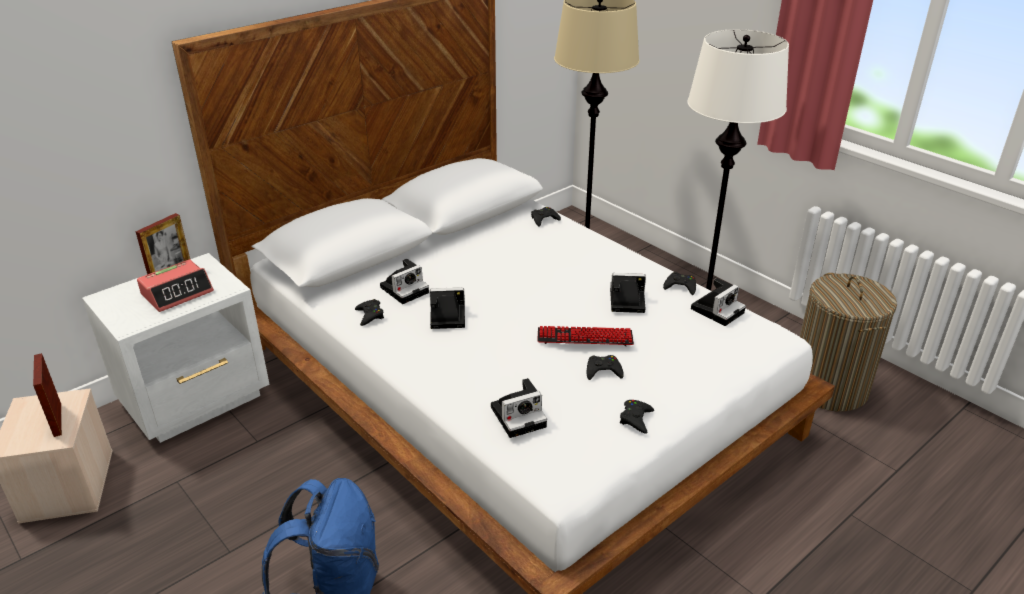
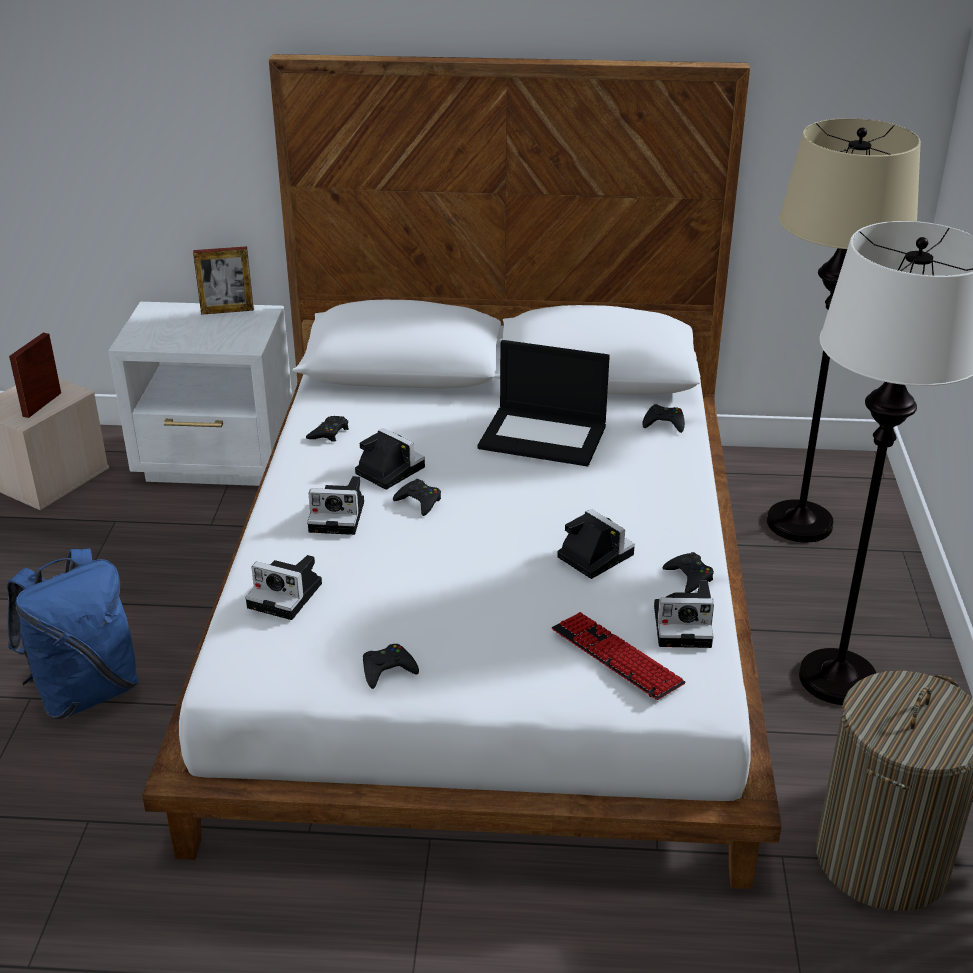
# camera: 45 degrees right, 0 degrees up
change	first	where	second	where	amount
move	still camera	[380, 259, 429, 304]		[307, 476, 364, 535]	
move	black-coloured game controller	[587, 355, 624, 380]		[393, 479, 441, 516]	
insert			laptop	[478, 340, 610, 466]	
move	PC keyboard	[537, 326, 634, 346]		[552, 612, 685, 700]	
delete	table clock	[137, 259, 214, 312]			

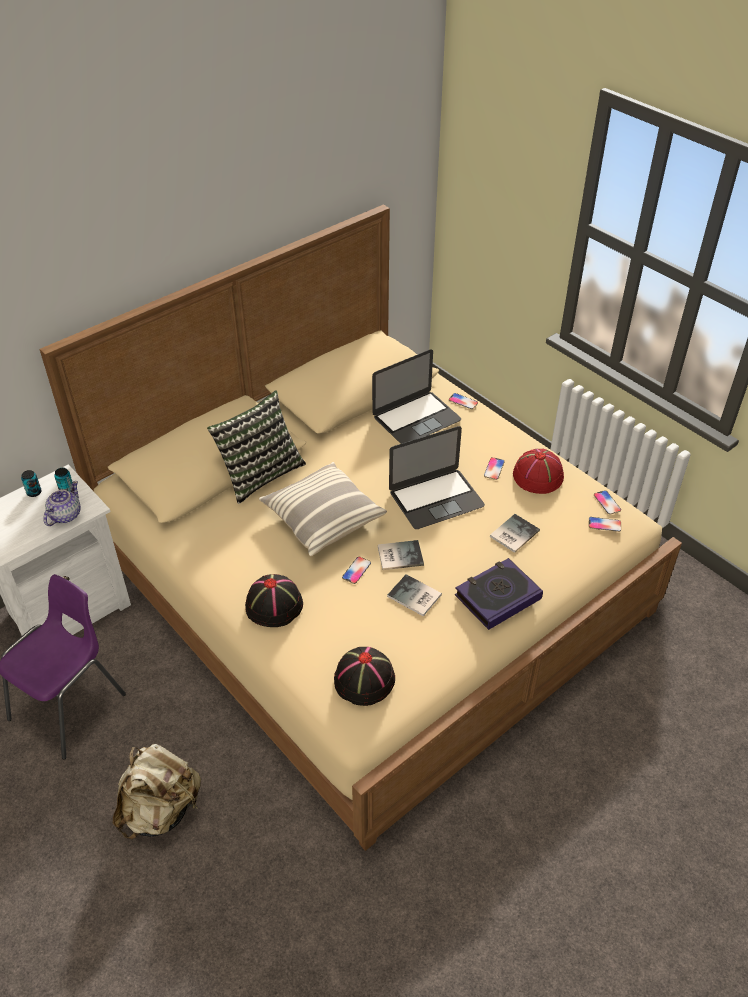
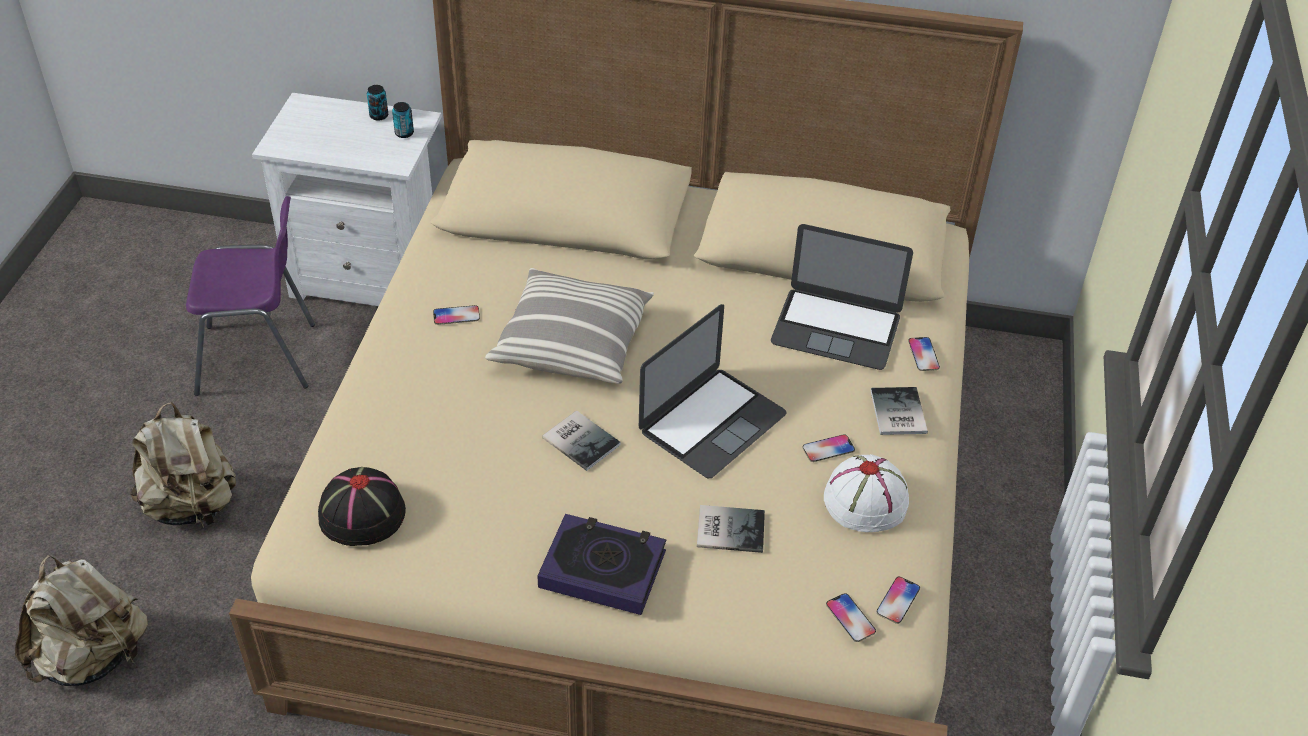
# camera: 50 degrees right, 0 degrees up
change	first	where	second	where	amount
insert			beige-coloured backpack	[15, 555, 148, 686]	
move	phone	[342, 557, 371, 584]		[433, 305, 480, 325]	
rotate	laptop	[389, 426, 485, 529]		[639, 304, 786, 478]	75 degrees counterclockwise
recolor	red-coloured hat	[513, 449, 564, 494]	whitish hat	[824, 454, 909, 532]	
move	book	[387, 574, 442, 616]		[871, 387, 928, 435]	
delete	pot for tea	[43, 481, 81, 526]			
delete	cushion	[207, 390, 306, 504]			
delete	black-coloured hat	[245, 574, 303, 627]			

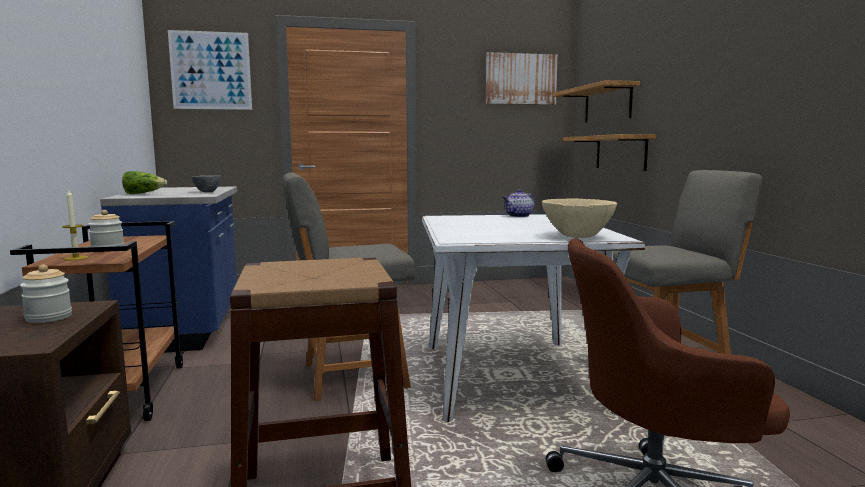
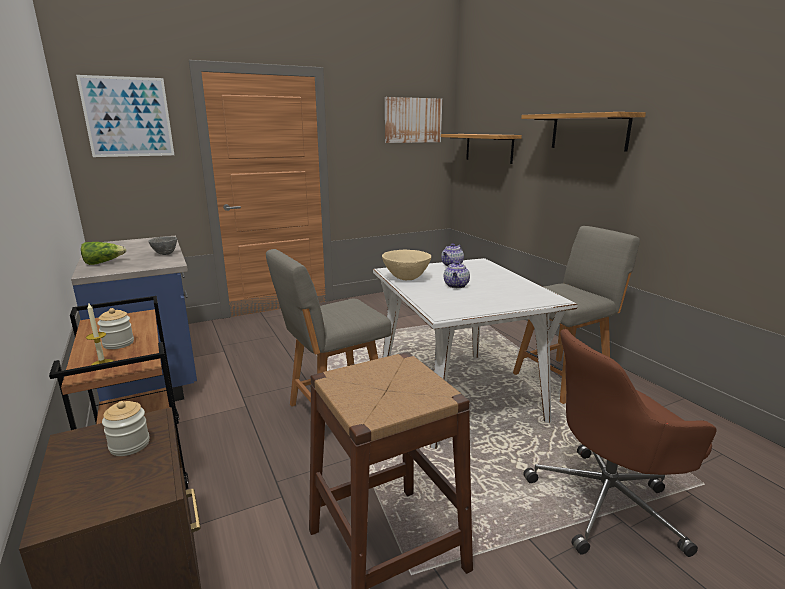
# camera: 15 degrees left, 10 degrees up
change	first	where	second	where	amount
move	beige-coloured serving bowl	[542, 198, 617, 238]		[382, 250, 431, 280]	
insert			pot for tea	[444, 261, 470, 288]	
move	shelf	[563, 134, 656, 171]		[521, 112, 646, 152]	

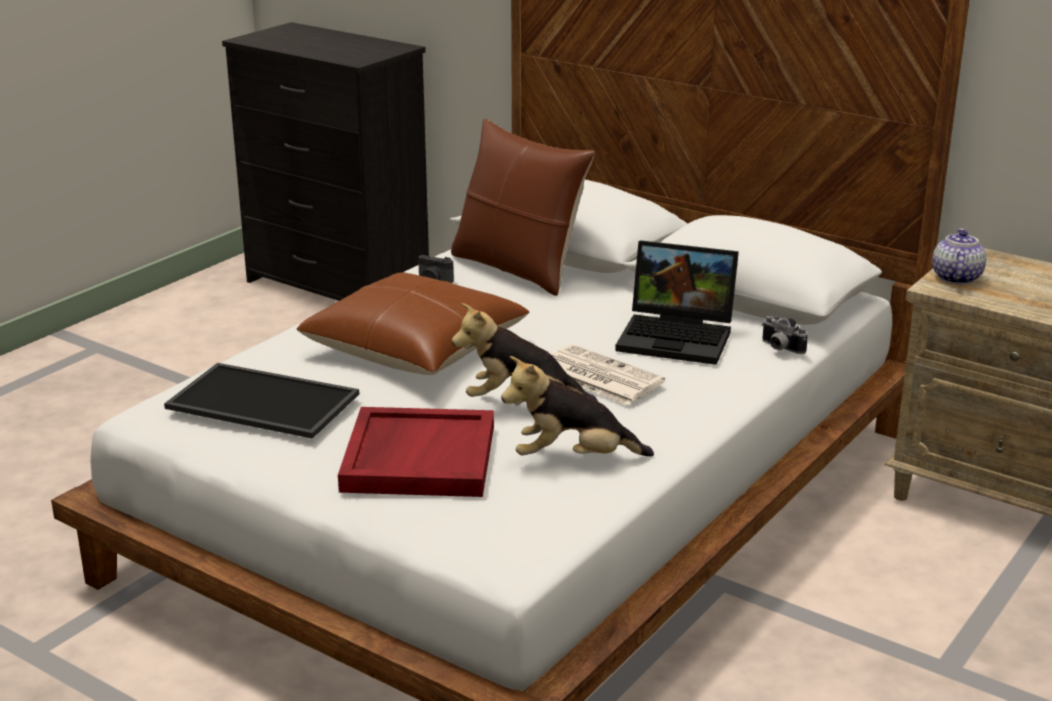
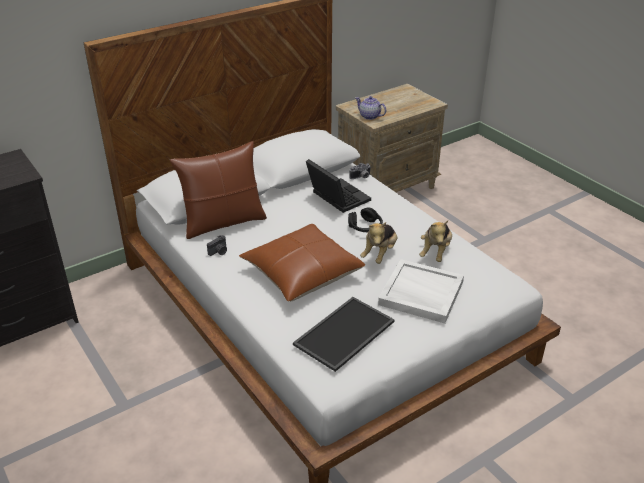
# camera: 70 degrees left, 10 degrees up
change	first	where	second	where	amount
rotate	laptop	[615, 240, 739, 365]		[306, 159, 371, 213]	75 degrees counterclockwise
replace	newspaper	[551, 345, 665, 405]	black-coloured headphones	[348, 207, 383, 232]	
recolor	red-coloured carrying tray	[338, 407, 494, 497]	whitish carrying tray	[378, 259, 464, 323]	

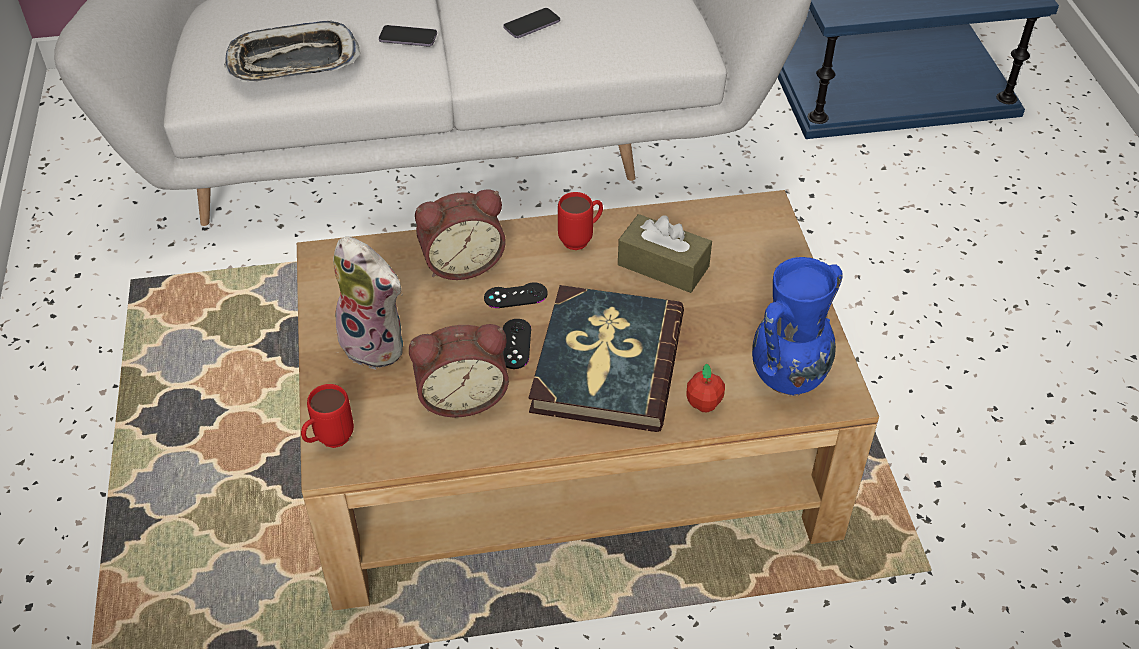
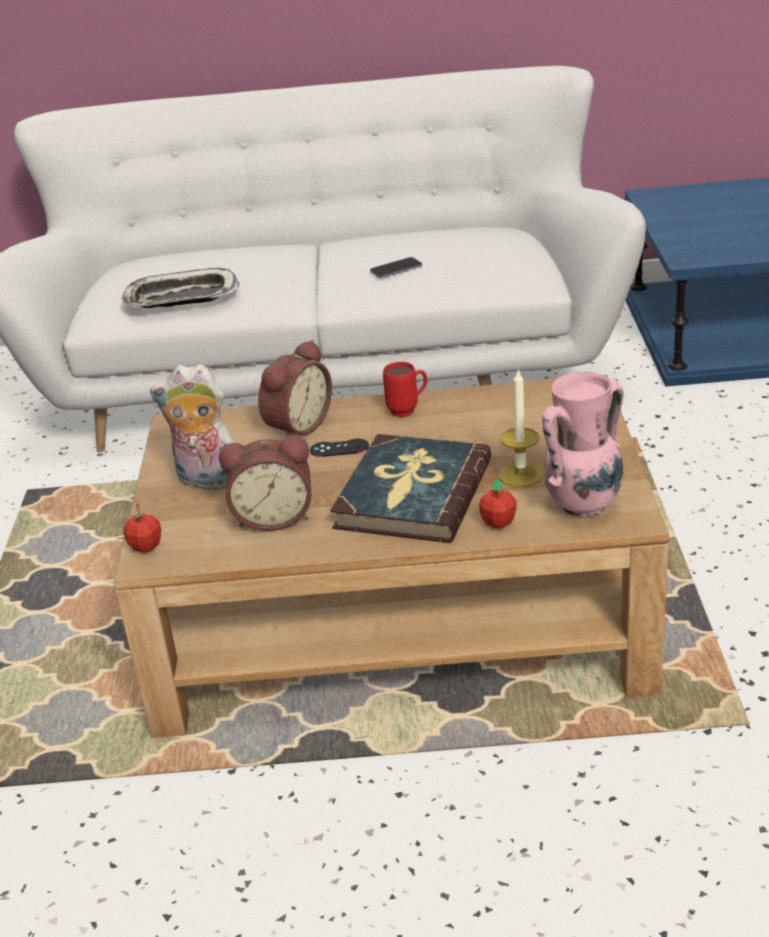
# camera: 10 degrees right, 15 degrees down
change	first	where	second	where	amount
replace	red-coloured tea mug	[301, 384, 354, 448]	apple	[123, 503, 161, 553]	
rotate	soft toy	[330, 236, 403, 370]		[150, 364, 235, 490]	150 degrees clockwise
rotate	table clock	[415, 189, 506, 280]		[258, 340, 332, 438]	45 degrees counterclockwise
insert			wax candle	[498, 368, 544, 487]	
recolor	bluish vase	[752, 257, 843, 396]	pink vase	[542, 372, 623, 518]	
delete	phone	[379, 25, 437, 47]			
delete	black-coloured game controller	[503, 319, 531, 369]			
delete	brown tissue box	[618, 214, 712, 293]			

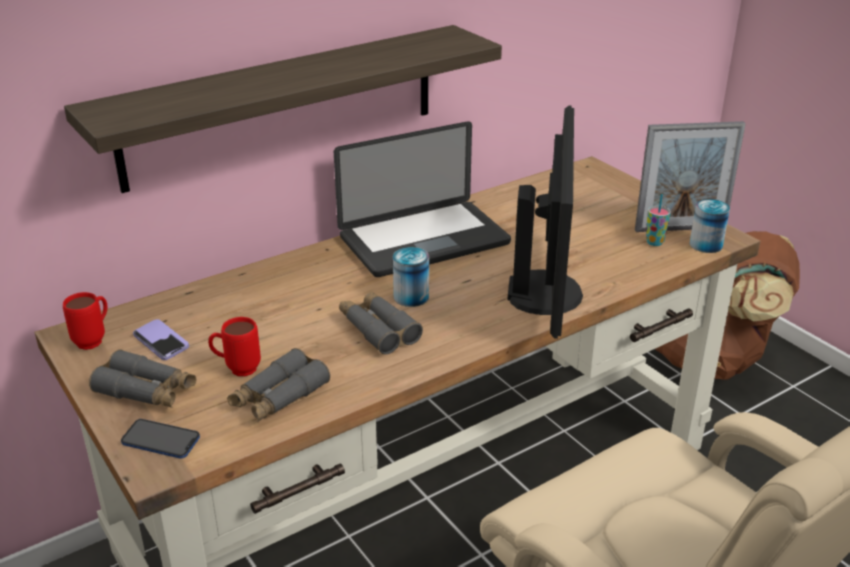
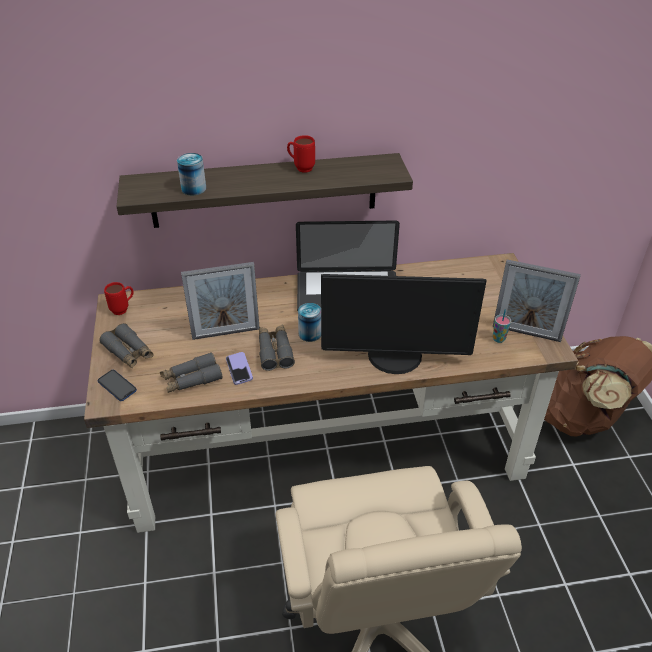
# camera: 25 degrees right, 10 degrees up
change	first	where	second	where	amount
move	metal can	[689, 199, 730, 253]		[177, 153, 206, 195]	
insert			photo frame	[181, 262, 260, 340]	
move	phone	[133, 319, 189, 360]		[226, 352, 253, 385]	
move	red-coloured tea mug	[208, 317, 261, 376]		[287, 135, 315, 173]	
rotate	computer display	[508, 106, 583, 339]		[321, 274, 487, 374]	60 degrees clockwise

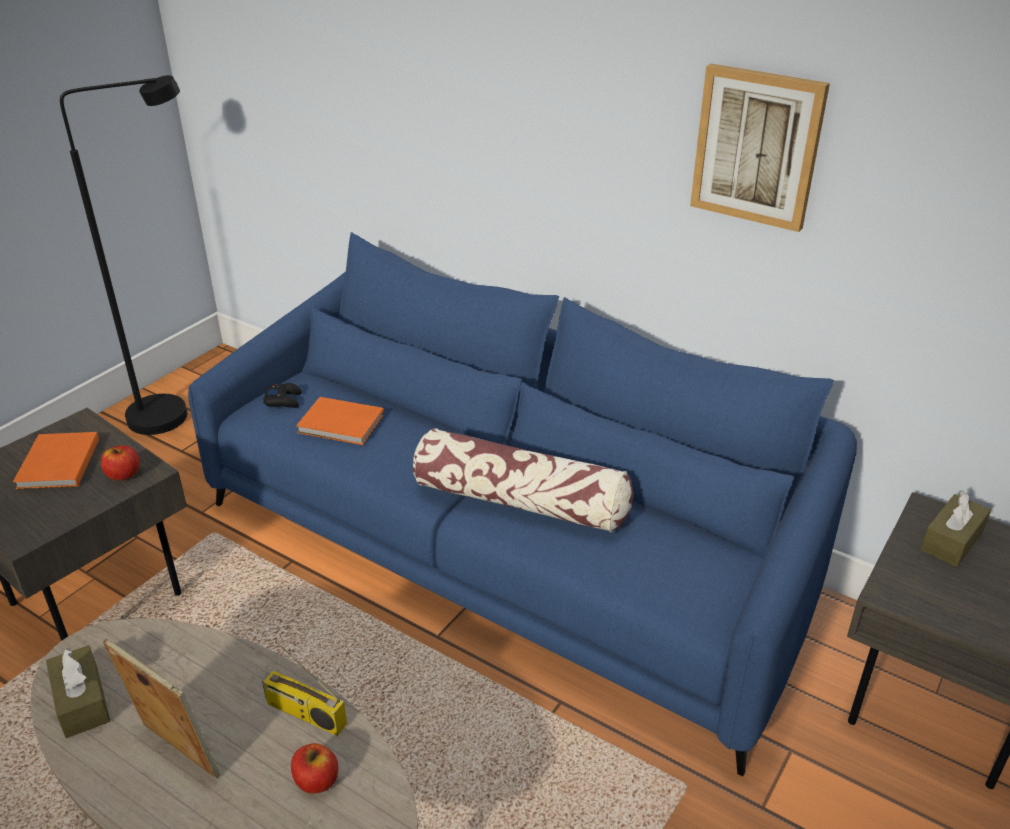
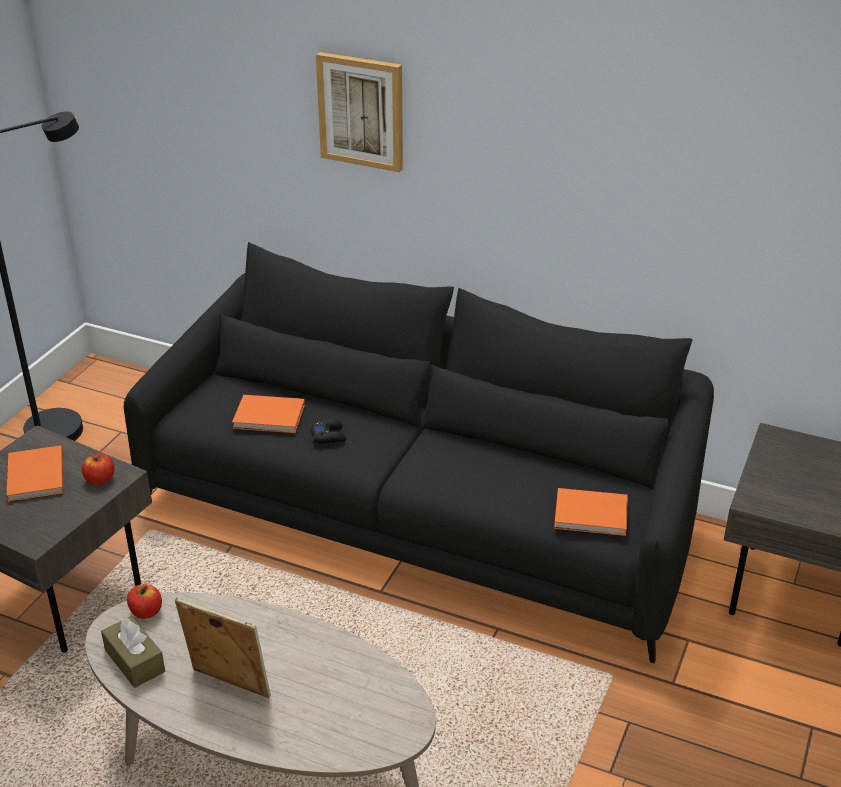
# camera: 10 degrees left, 0 degrees up
change	first	where	second	where	amount
recolor	bluish sofa	[188, 232, 857, 776]	black-coloured sofa	[124, 242, 714, 663]	
move	apple	[291, 743, 338, 794]		[127, 584, 162, 619]	
move	black-coloured game controller	[263, 383, 302, 408]		[310, 419, 346, 443]	
move	wall art	[690, 64, 830, 232]		[316, 52, 403, 172]	
insert			orangey book	[554, 488, 628, 536]	
delete	radio set	[262, 641, 347, 736]			
delete	cushion	[413, 428, 633, 532]			
delete	brown tissue box	[920, 492, 991, 567]			

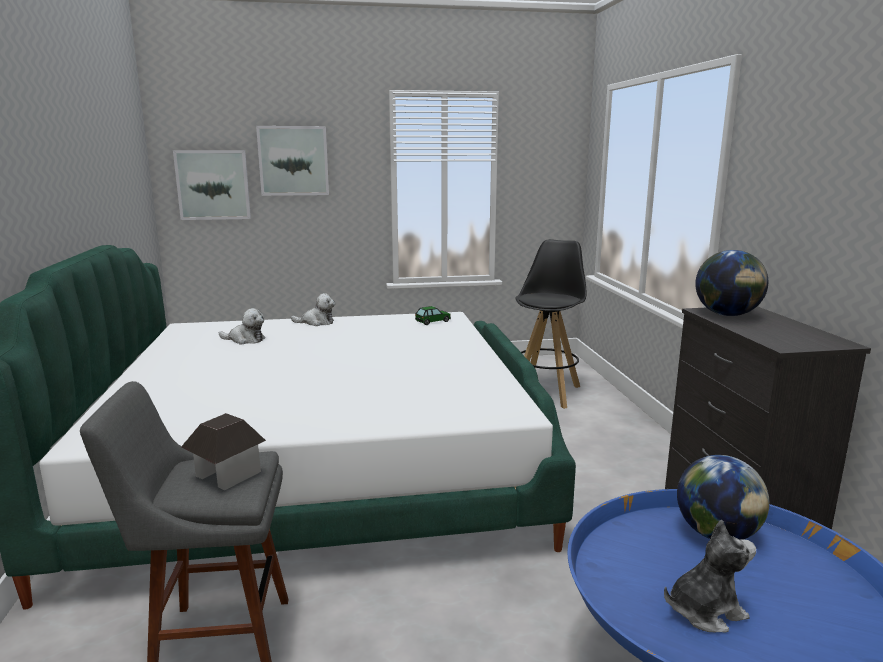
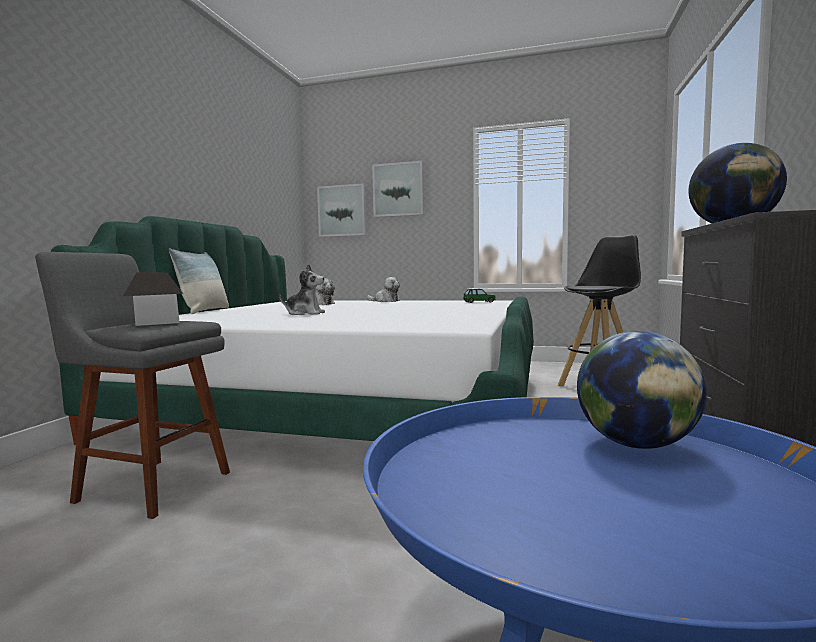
# camera: 25 degrees right, 10 degrees down
change	first	where	second	where	amount
insert			cushion	[169, 248, 229, 314]	
move	soft toy	[664, 519, 756, 633]		[280, 264, 325, 315]	

